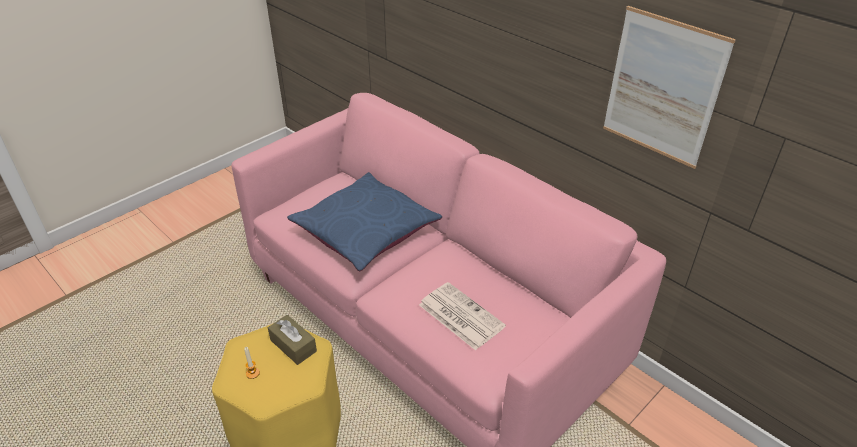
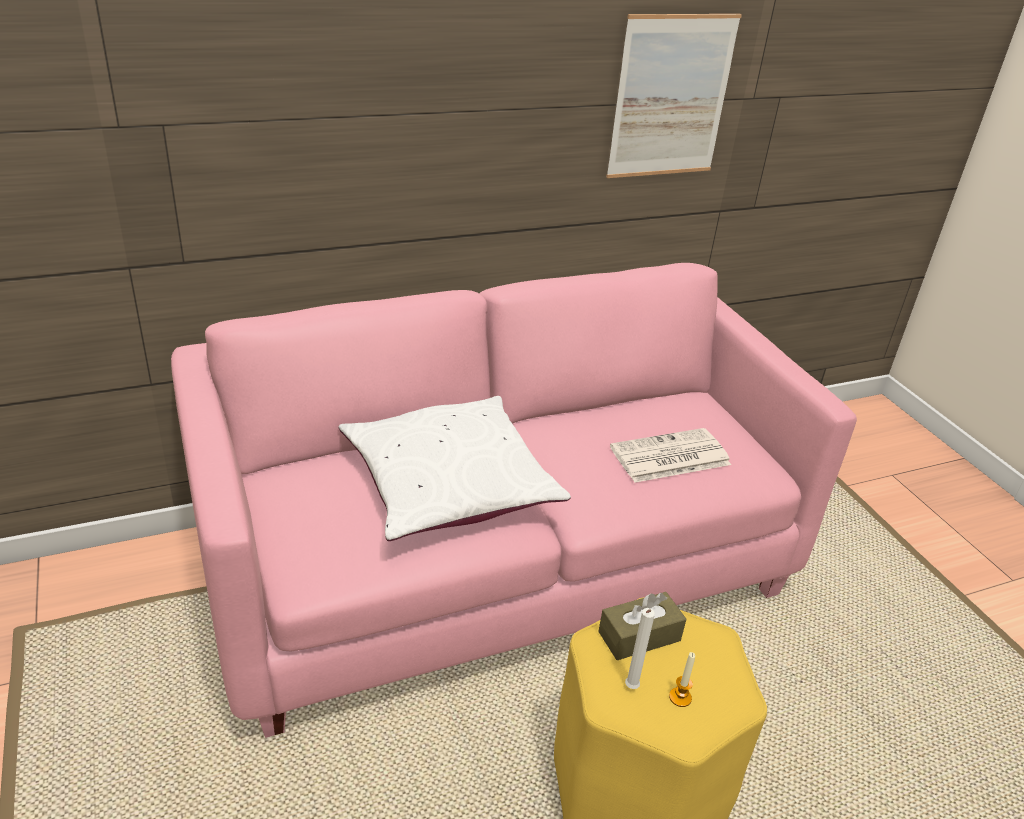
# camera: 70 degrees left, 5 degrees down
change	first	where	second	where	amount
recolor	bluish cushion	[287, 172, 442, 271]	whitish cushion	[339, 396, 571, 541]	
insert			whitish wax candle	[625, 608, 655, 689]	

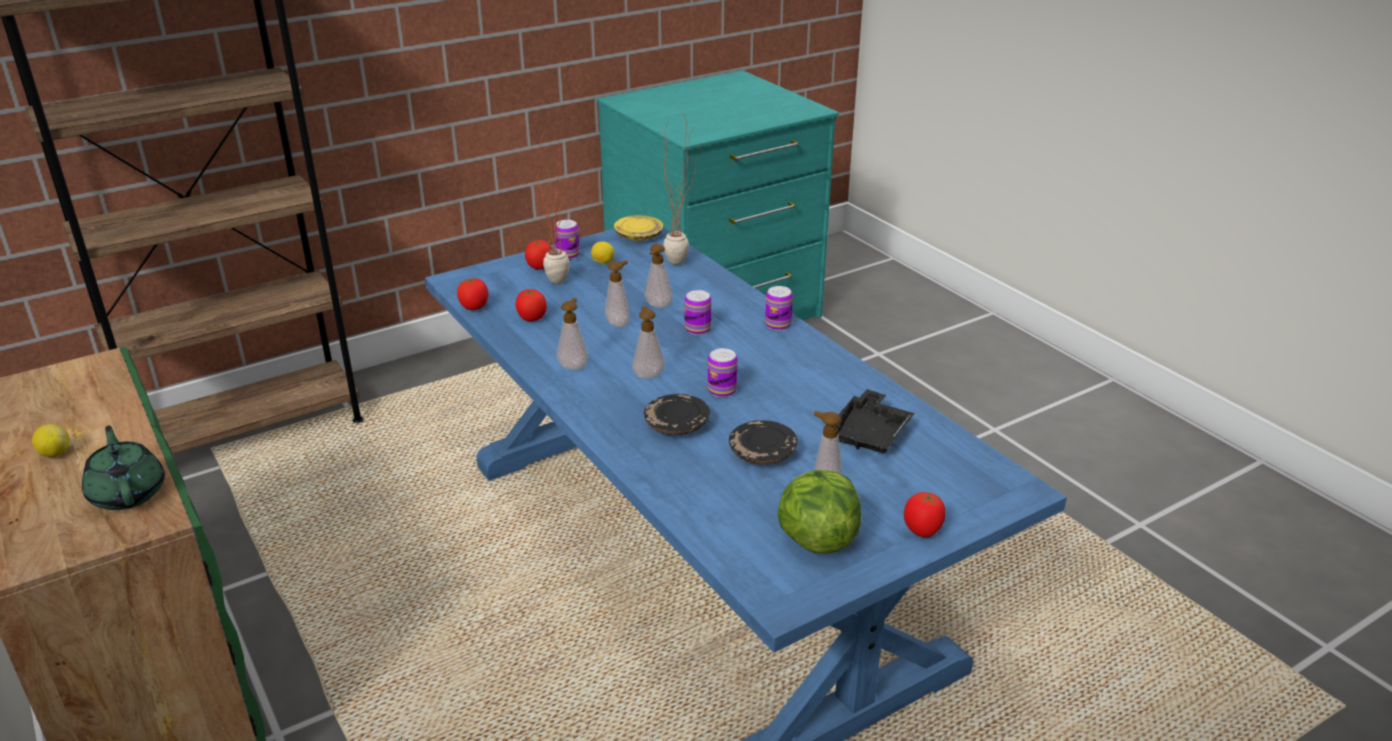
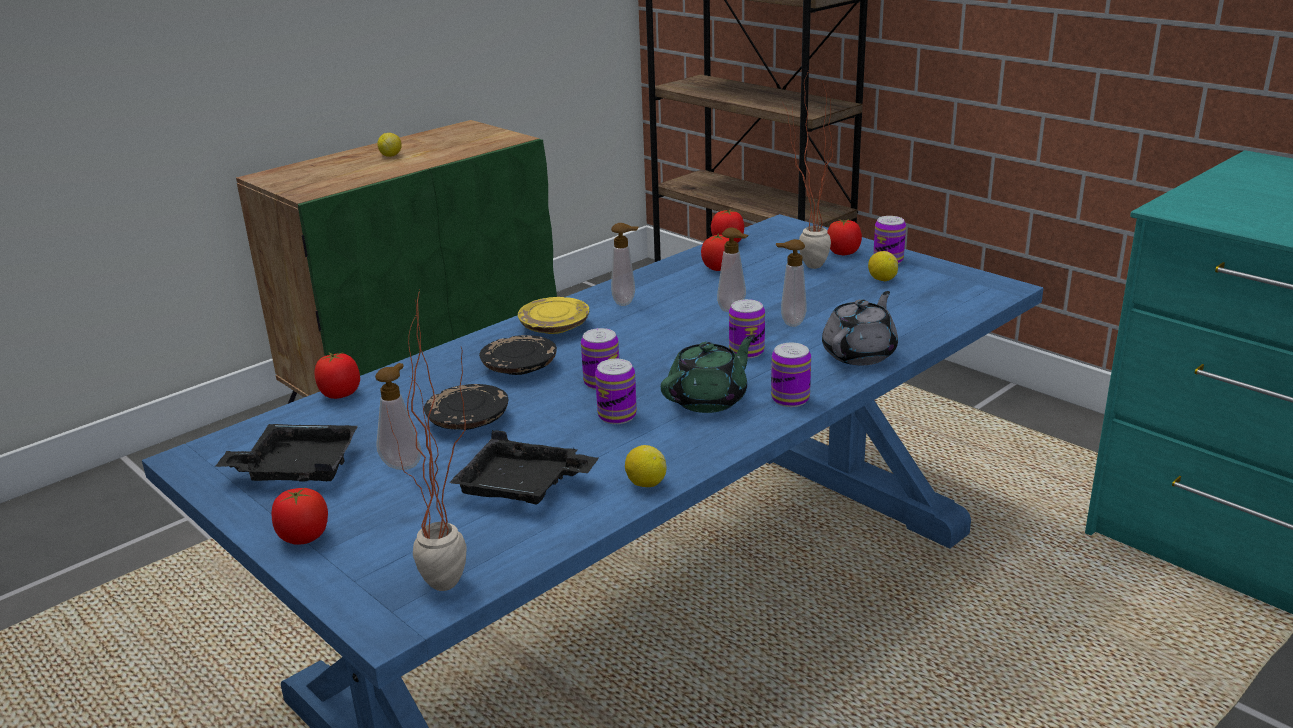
# camera: 80 degrees right, 5 degrees down
change	first	where	second	where	amount
replace	lettuce	[777, 469, 861, 554]	black-coloured carrying tray	[215, 424, 358, 482]	
insert			whole tomato	[314, 352, 360, 399]	
move	potted plant	[662, 109, 701, 265]		[387, 290, 467, 591]	
move	yellow plate	[614, 215, 663, 241]		[518, 297, 589, 334]	
insert			metal can	[595, 359, 637, 424]	
insert			whole lemon	[625, 445, 666, 487]	
move	green-coloured pot for tea	[82, 426, 165, 510]		[661, 335, 755, 413]	
insert			grey pot for tea	[822, 291, 898, 365]	
delete	liquid soap bottle	[632, 306, 665, 379]			

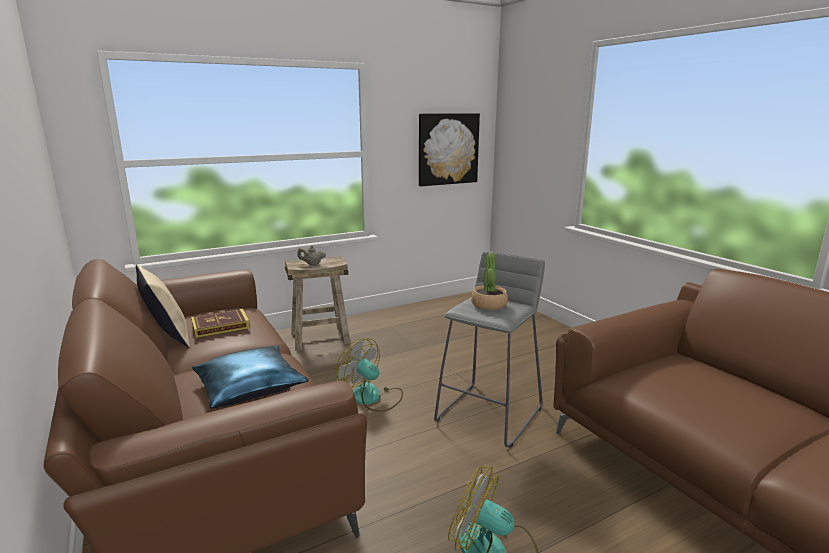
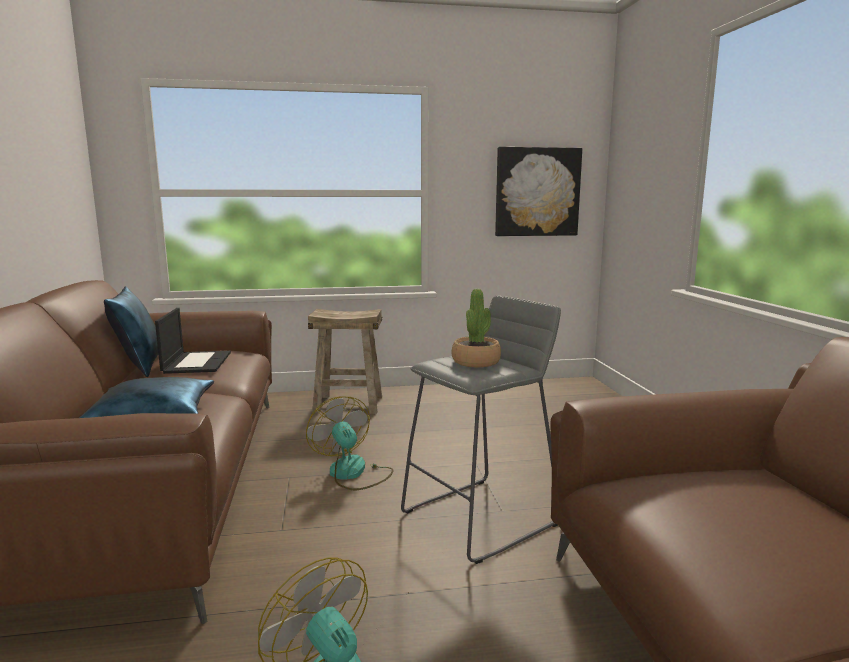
# camera: 20 degrees right, 5 degrees down
change	first	where	second	where	amount
recolor	beige-coloured cushion	[136, 264, 190, 348]	bluish cushion	[104, 286, 159, 377]	
replace	book	[191, 309, 250, 338]	laptop	[155, 308, 231, 374]	
delete	beige-coloured pot for tea	[297, 245, 326, 265]			

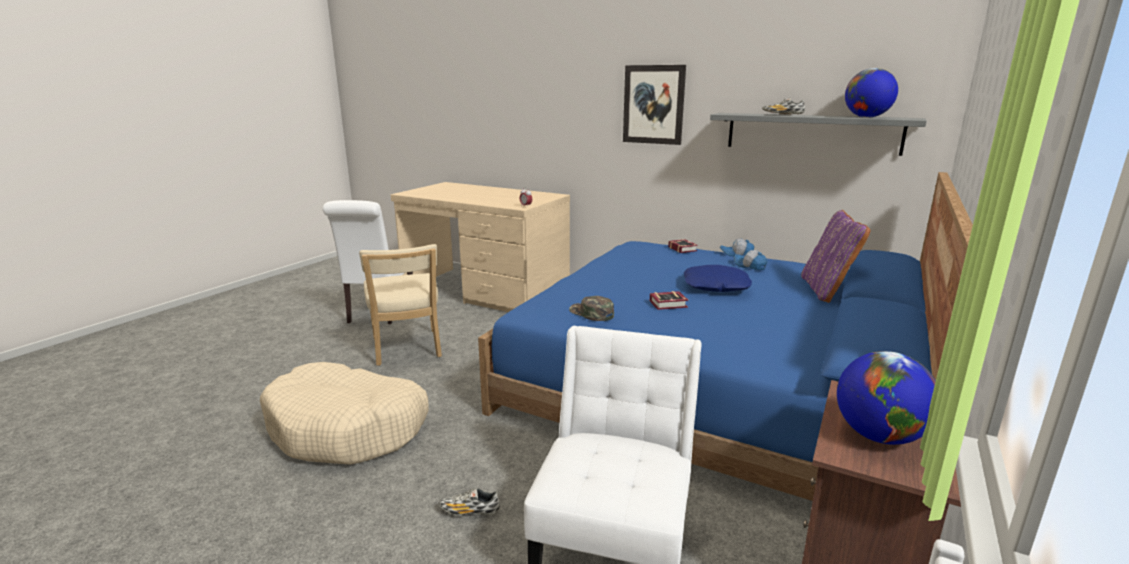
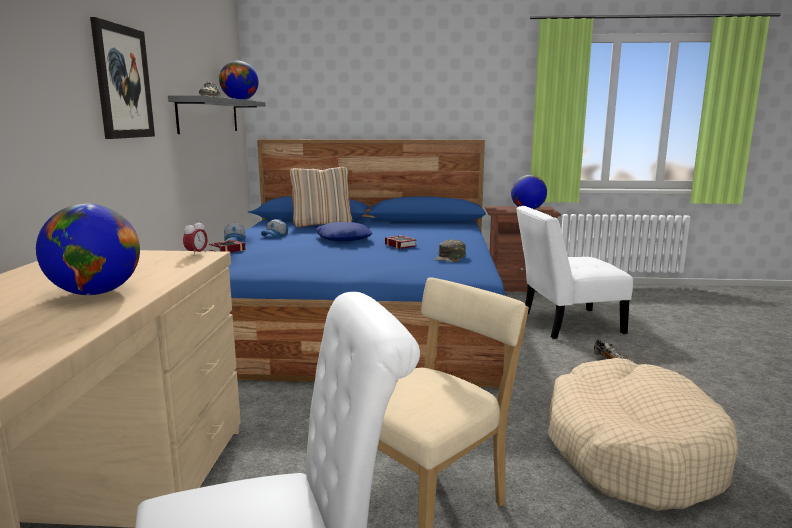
# camera: 115 degrees left, 5 degrees down
change	first	where	second	where	amount
insert			globe	[36, 204, 140, 295]	
recolor	purplish cushion	[801, 210, 870, 303]	beige-coloured cushion	[289, 167, 352, 227]	

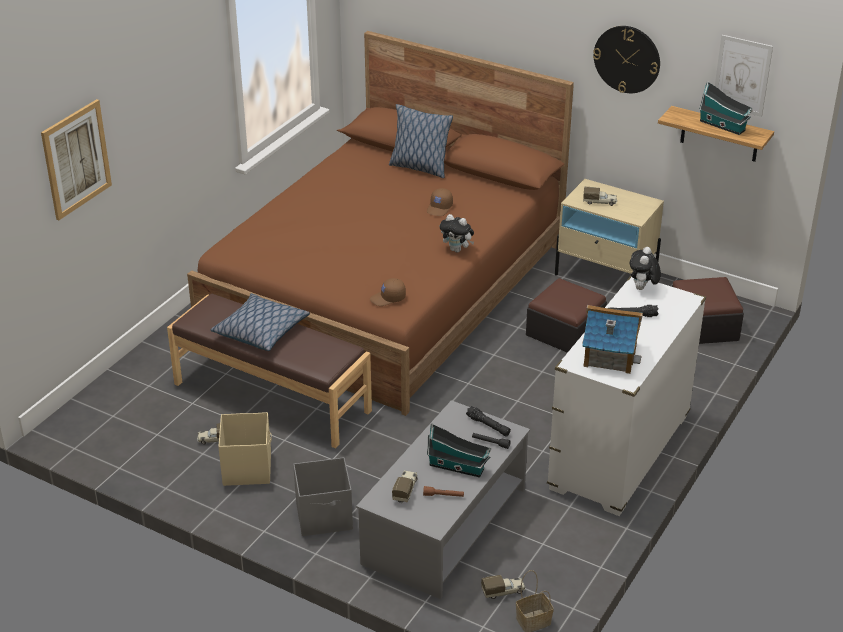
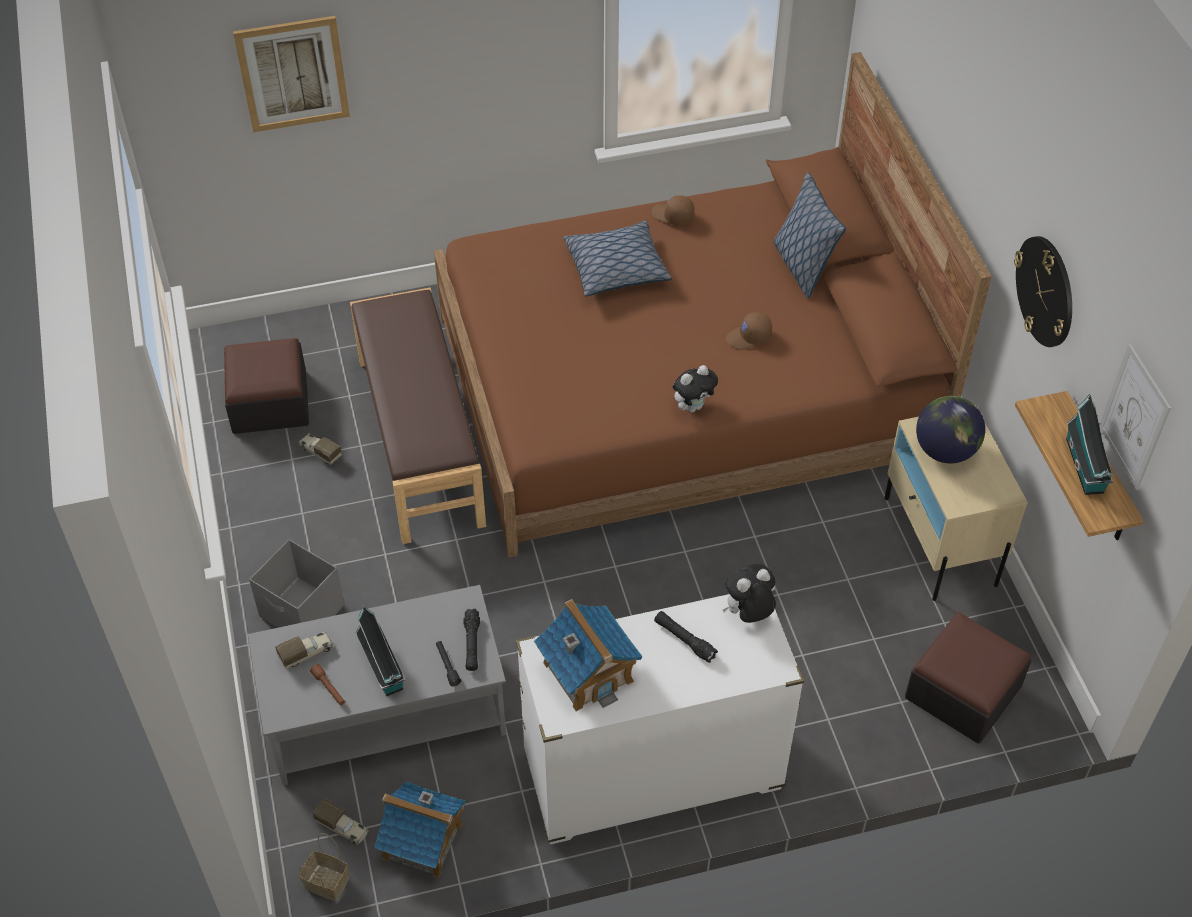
# camera: 45 degrees right, 15 degrees up
change	first	where	second	where	amount
move	ottoman	[526, 278, 607, 353]		[224, 338, 309, 434]	
insert			toy house	[374, 781, 465, 878]	
move	cushion	[211, 293, 310, 351]		[563, 220, 672, 296]	
move	brown baseball cap	[370, 278, 406, 306]		[652, 195, 695, 226]	
rotate	soft toy	[440, 214, 474, 253]		[673, 365, 718, 412]	105 degrees counterclockwise
replace	toy truck	[583, 187, 617, 206]	globe	[916, 396, 985, 463]	
delete	beige-coloured storage container	[218, 412, 272, 486]			

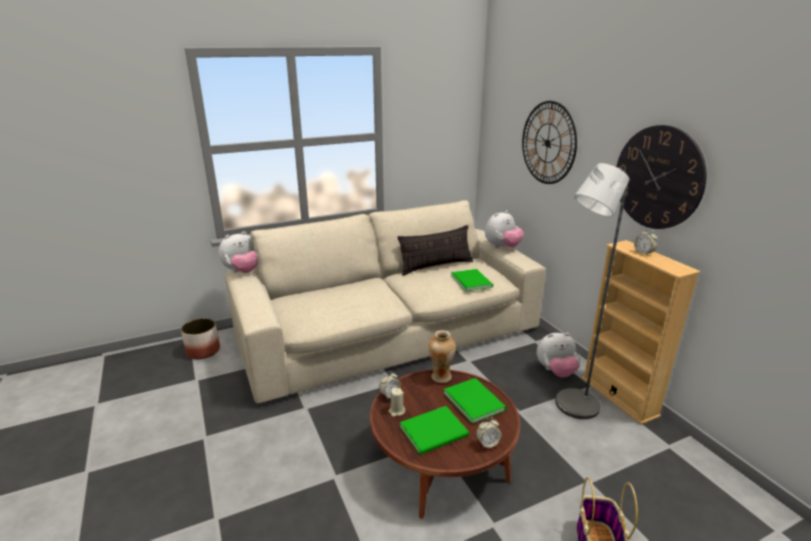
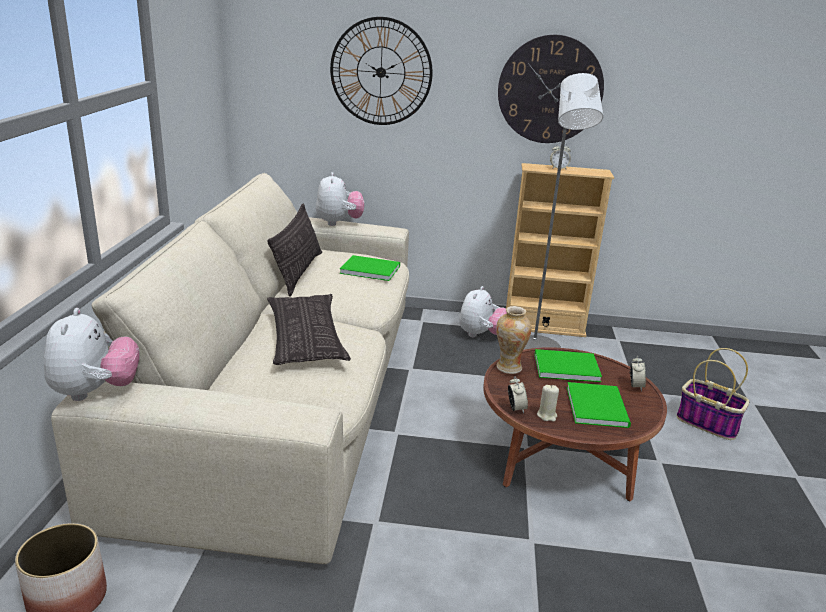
# camera: 60 degrees left, 0 degrees up
change	first	where	second	where	amount
insert			cushion	[267, 294, 351, 365]	

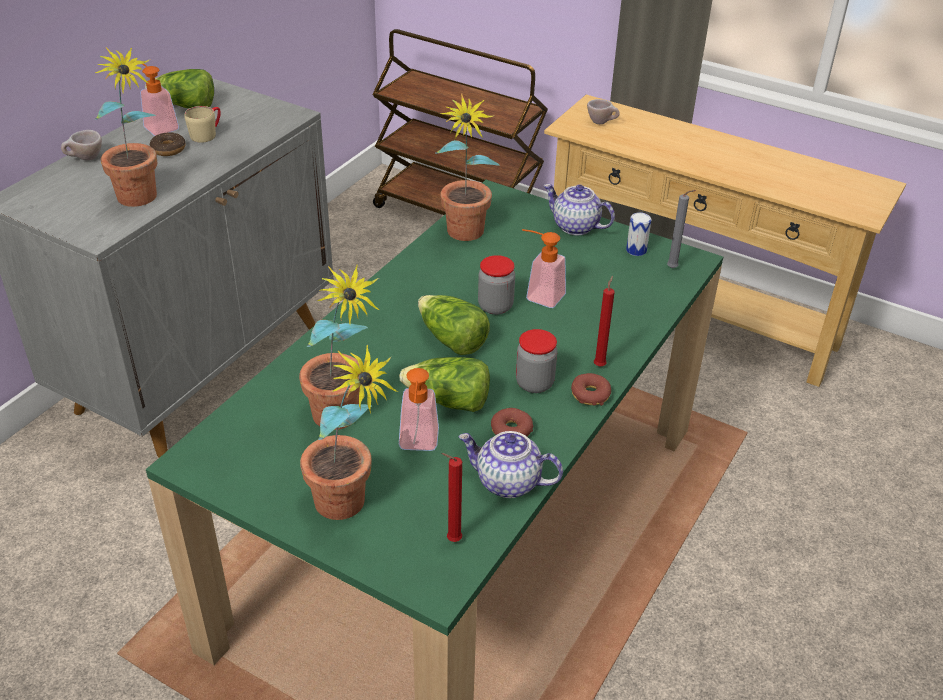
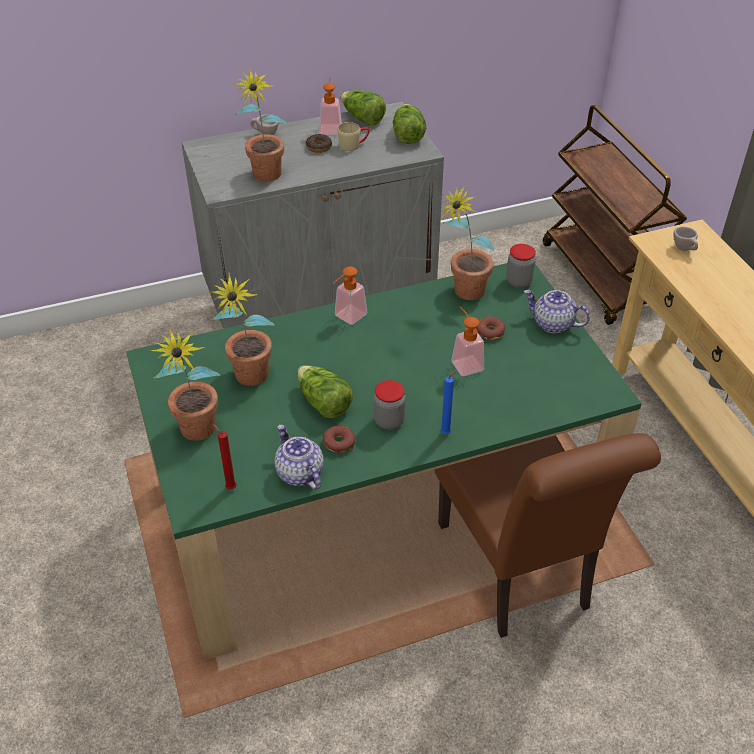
# camera: 40 degrees right, 5 degrees up
change	first	where	second	where	amount
move	liquid soap bottle	[399, 368, 439, 451]		[333, 266, 367, 325]	
move	lettuce	[418, 295, 490, 355]		[393, 104, 426, 144]	
insert			brown upright chair	[435, 433, 661, 638]	
recolor	red-coloured wax candle	[594, 276, 615, 367]	bluish wax candle	[440, 369, 458, 434]	
move	donut	[571, 373, 611, 406]		[476, 316, 505, 341]	
move	preserve jar	[478, 255, 515, 315]		[506, 244, 536, 288]	
rotate	pot for tea	[543, 184, 615, 235]		[524, 290, 590, 334]	45 degrees counterclockwise
delete	metal can	[626, 212, 651, 256]			
delete	grey wax candle	[667, 190, 696, 268]			

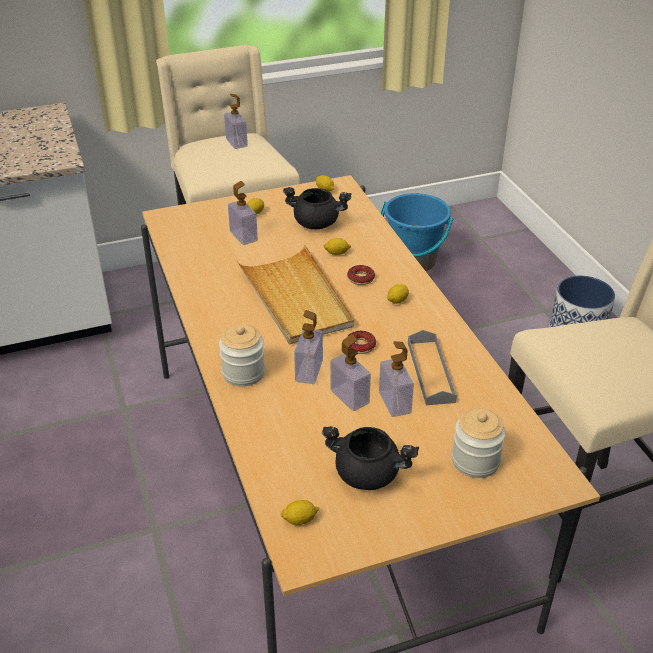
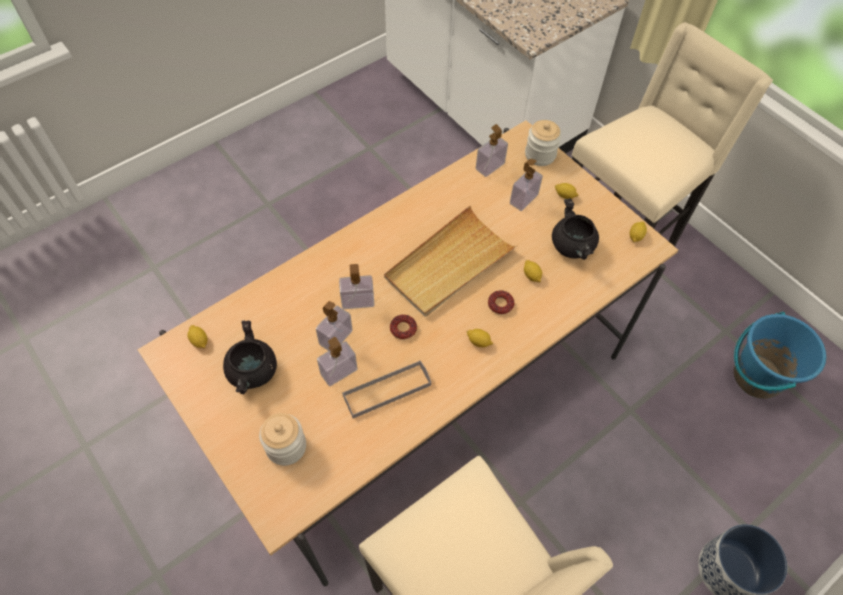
# camera: 70 degrees right, 20 degrees up
change	first	where	second	where	amount
move	liquid soap bottle	[224, 94, 248, 149]		[476, 124, 508, 177]	
move	preserve jar	[219, 324, 265, 387]		[525, 120, 561, 166]	

